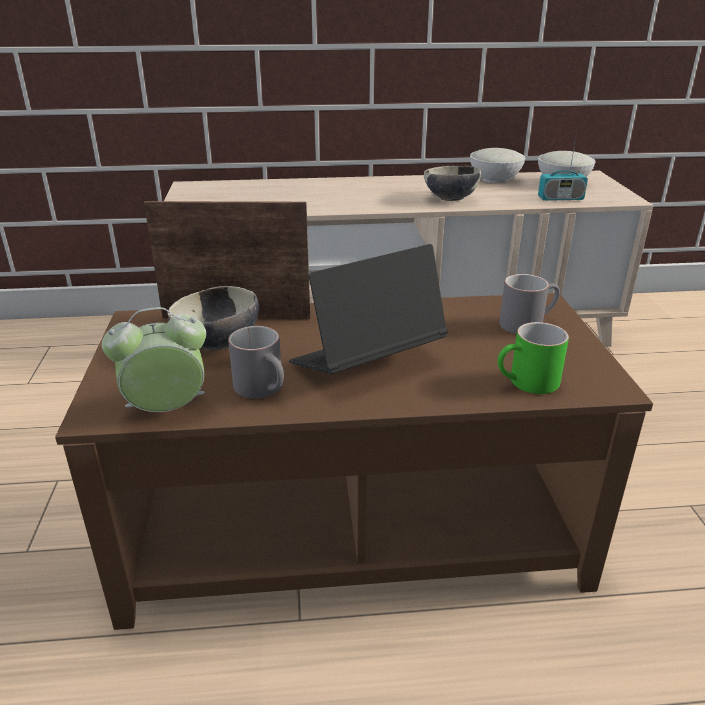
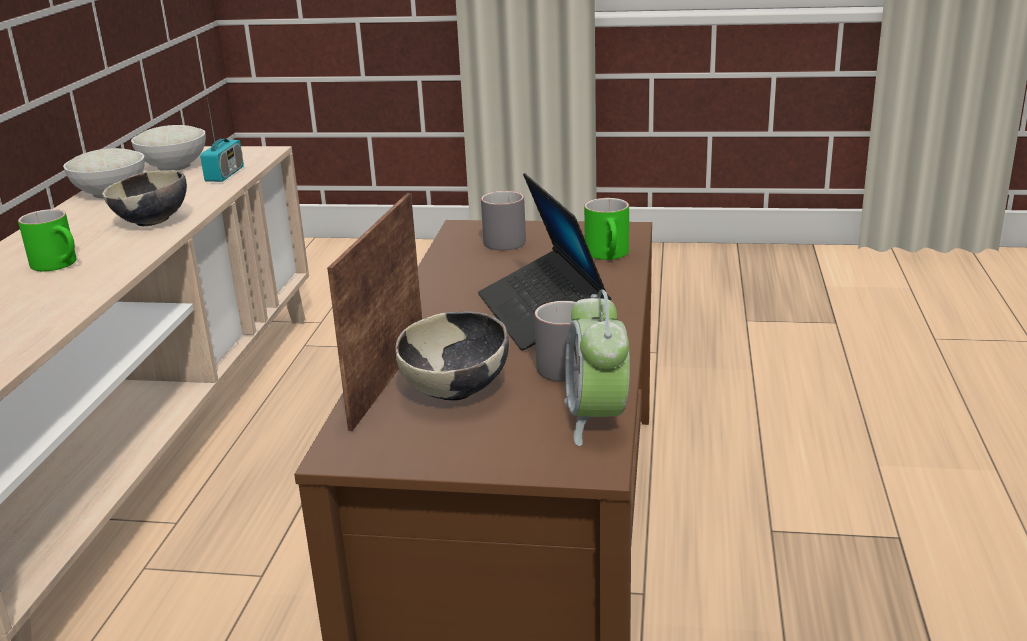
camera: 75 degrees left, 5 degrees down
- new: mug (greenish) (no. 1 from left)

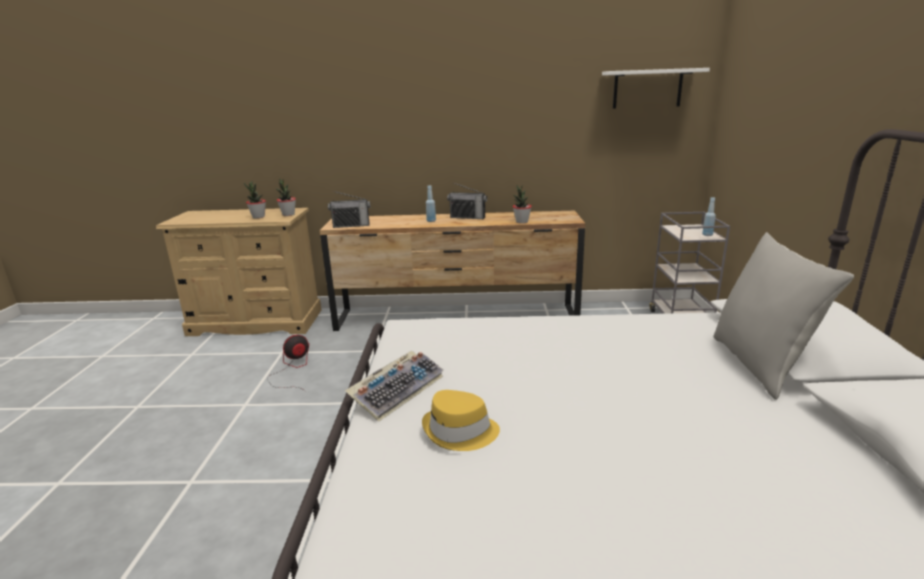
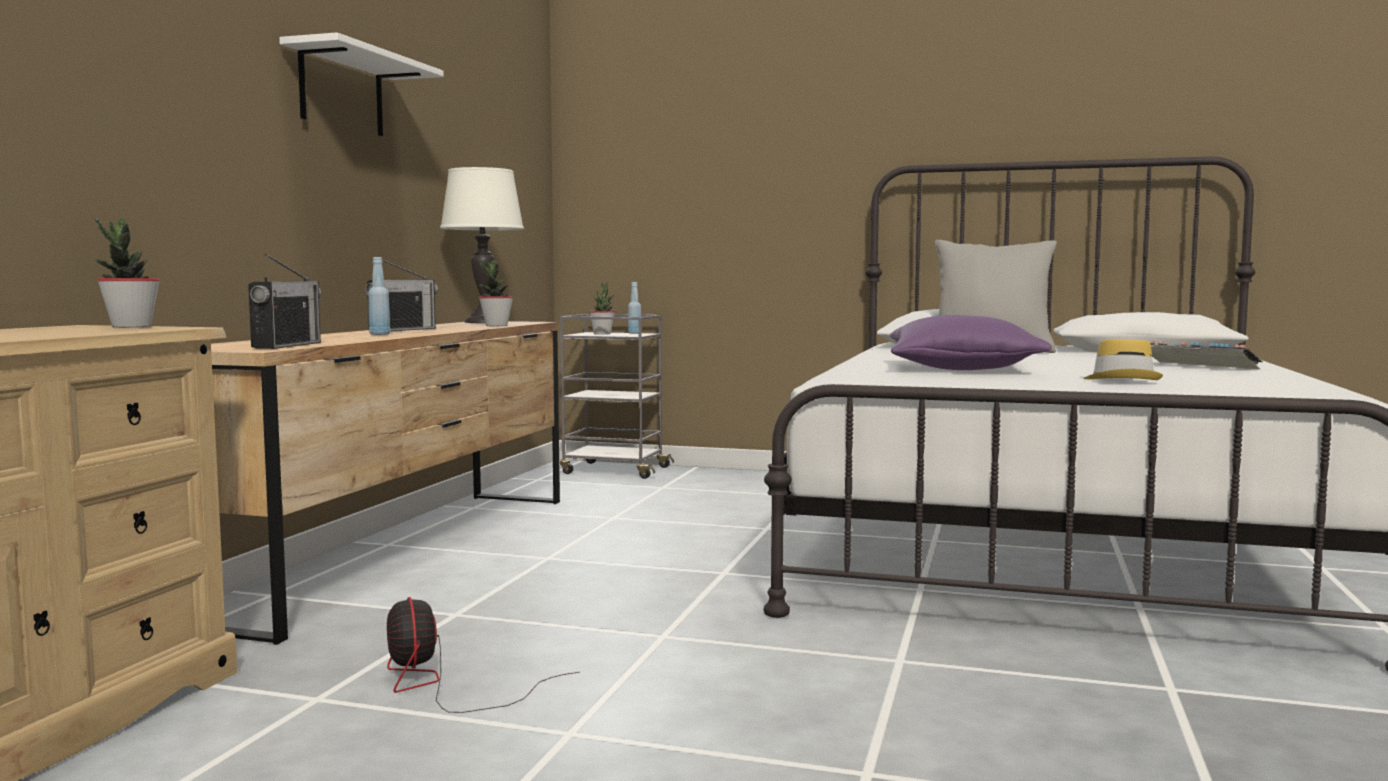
camera: 75 degrees left, 15 degrees down
- shifted: bracket shelf (white-coloured)
- new: tabletop lamp (white-coloured)
- shifted: potted plant (no. 1 from left in the first image) to potted plant (no. 3 from left)
- new: throw pillow (purplish)
- shifted: PC keyboard

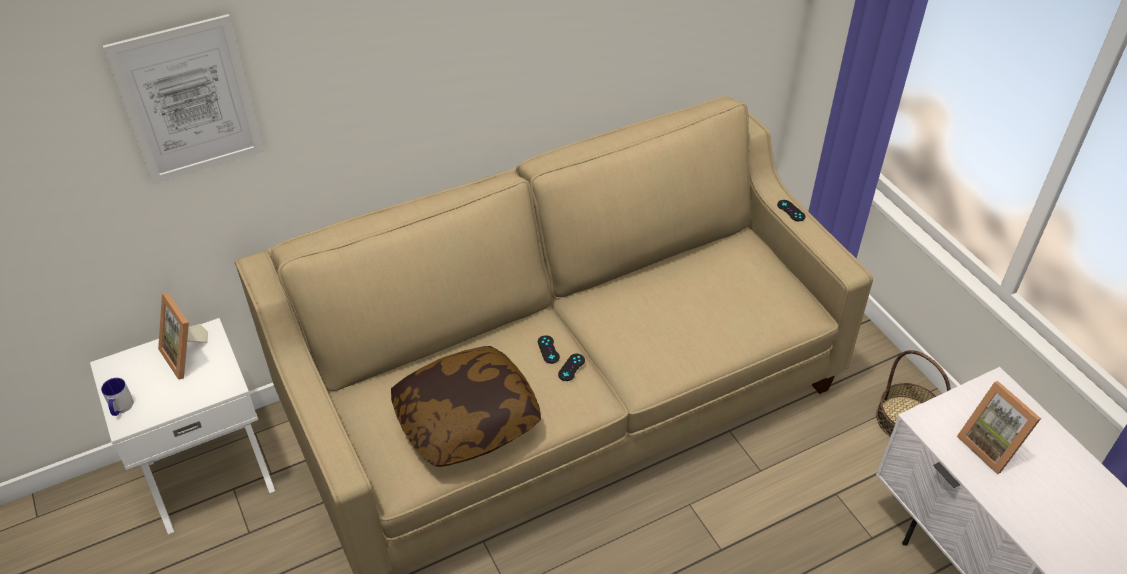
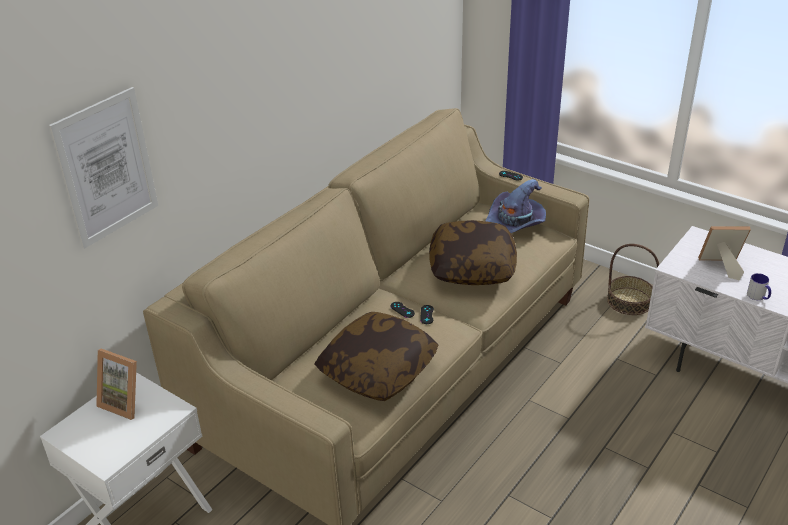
camera: 25 degrees left, 10 degrees down
- new: throw pillow (no. 2 from left)
- new: wearable hat (purplish)
- rotated: standing frame (no. 2 from left) 150 degrees clockwise
- shifted: mug

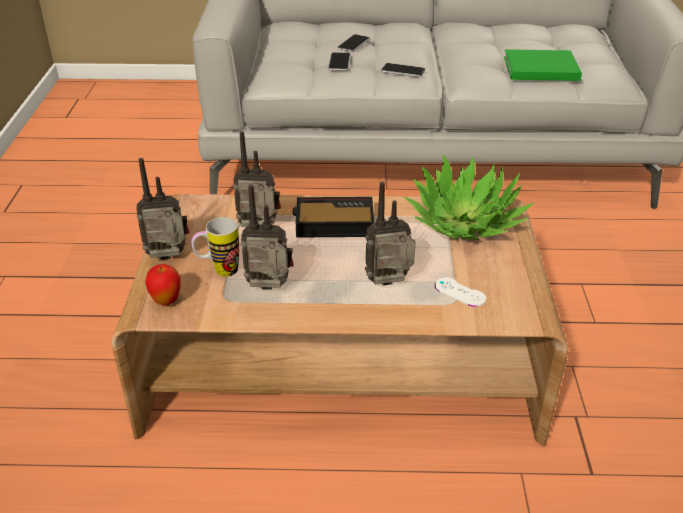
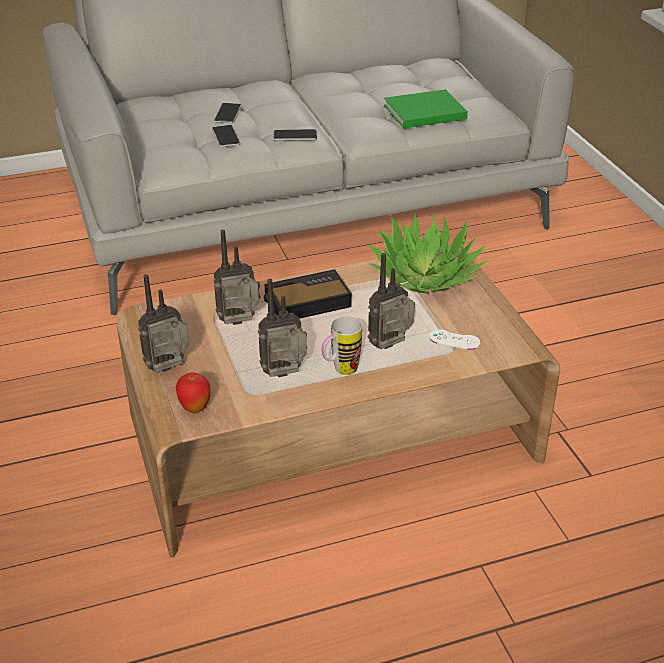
camera: 20 degrees left, 0 degrees up
- shifted: mug

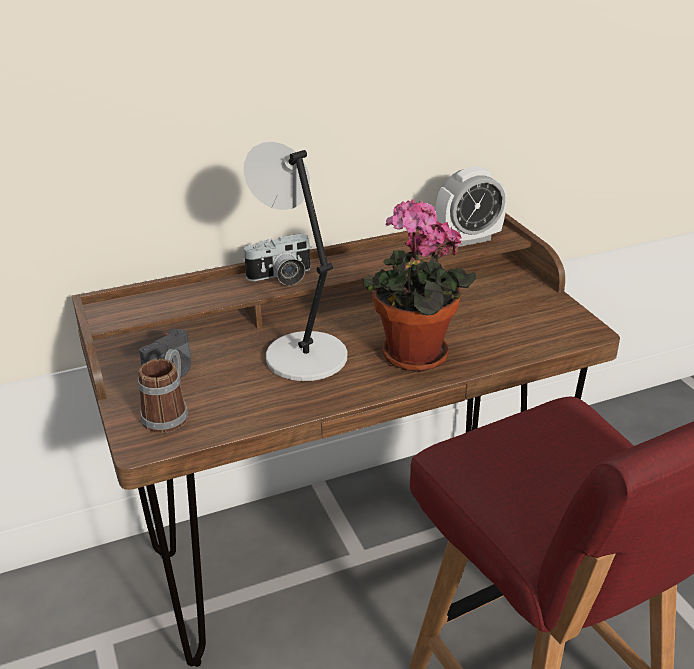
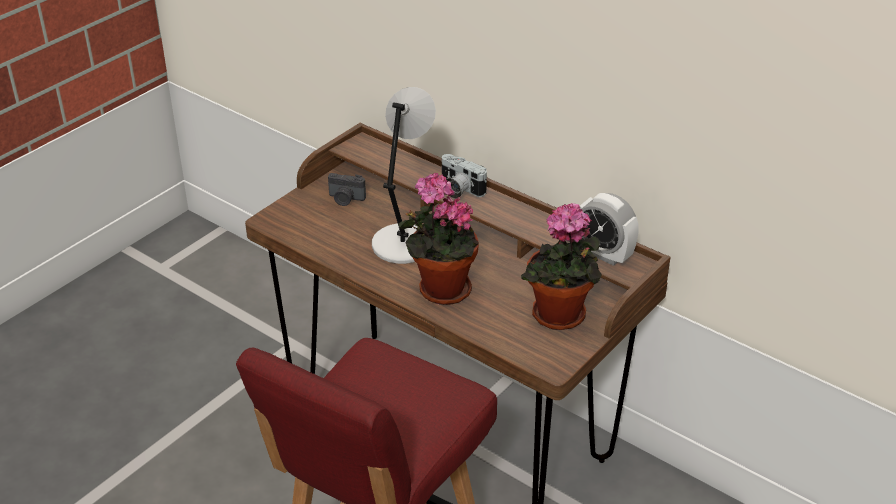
camera: 60 degrees right, 5 degrees up
- new: potted plant (no. 2 from left)
- gone: mug

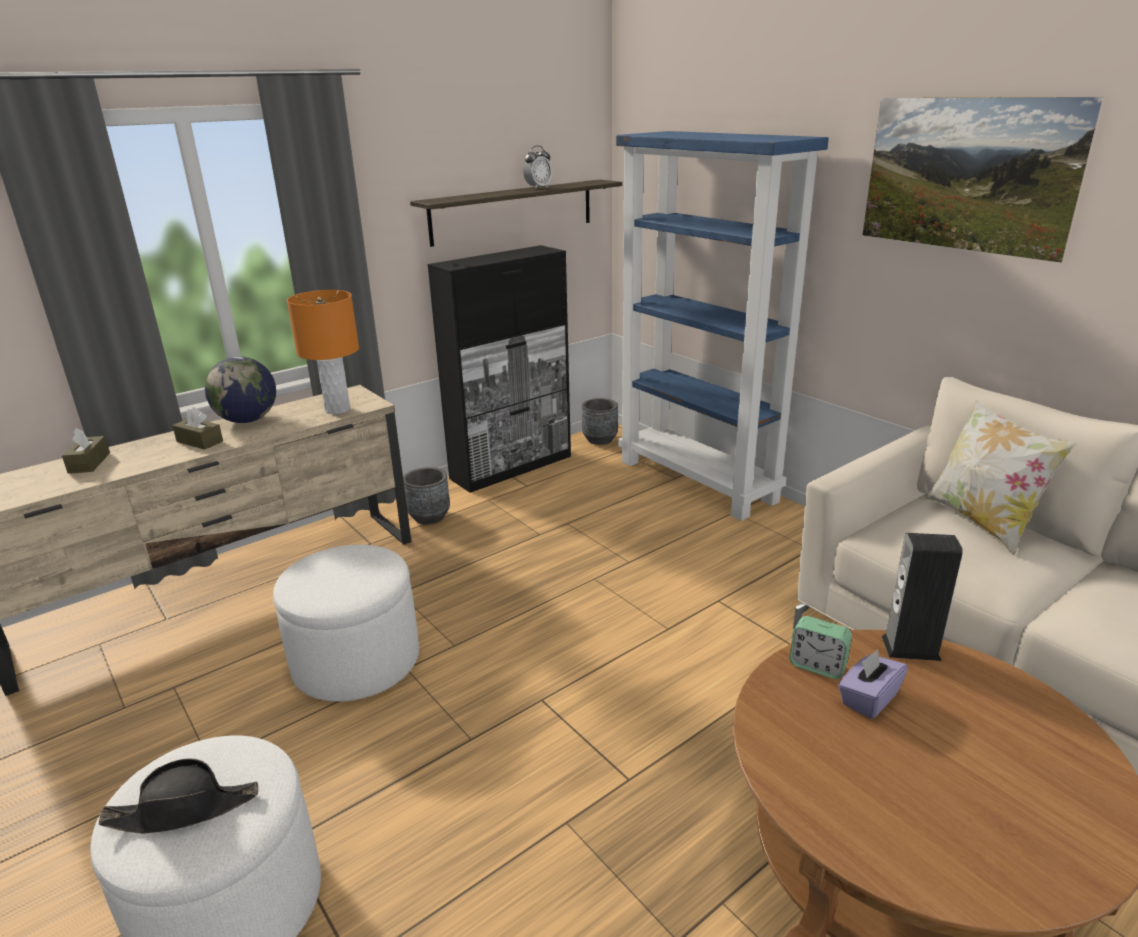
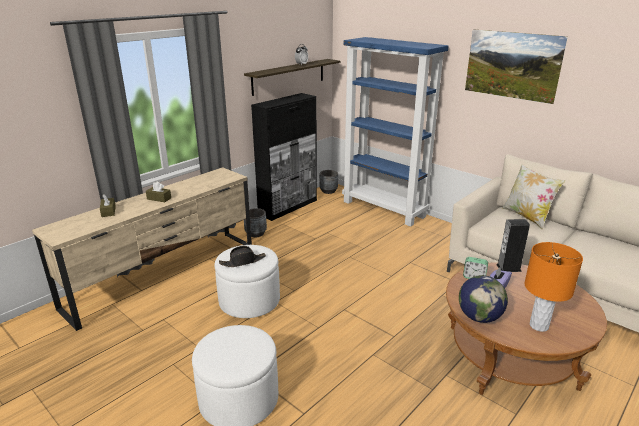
camera: 10 degrees left, 0 degrees up
- shifted: wearable hat (black-coloured)
- shifted: globe
- shifted: tabletop lamp (orange-coloured)

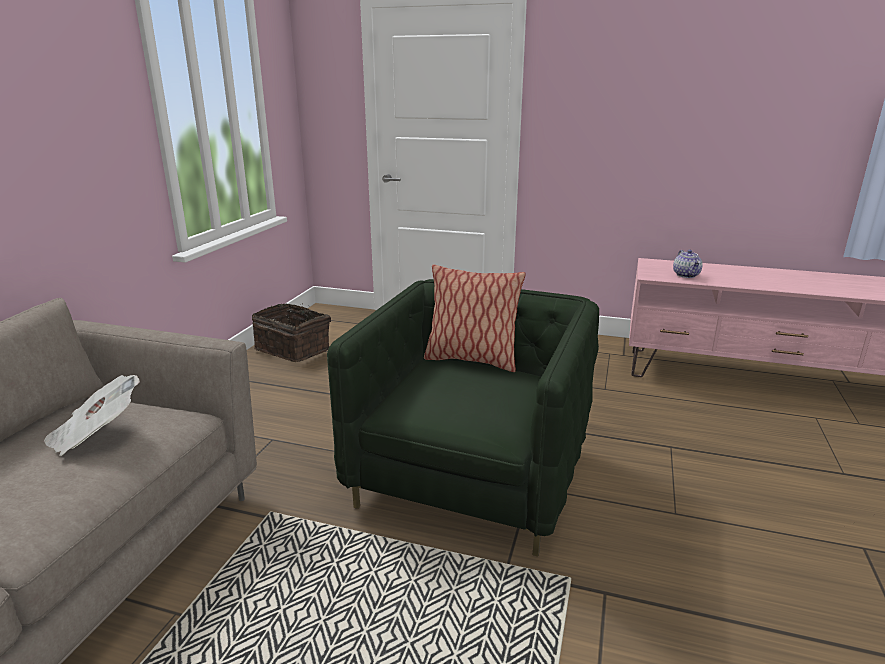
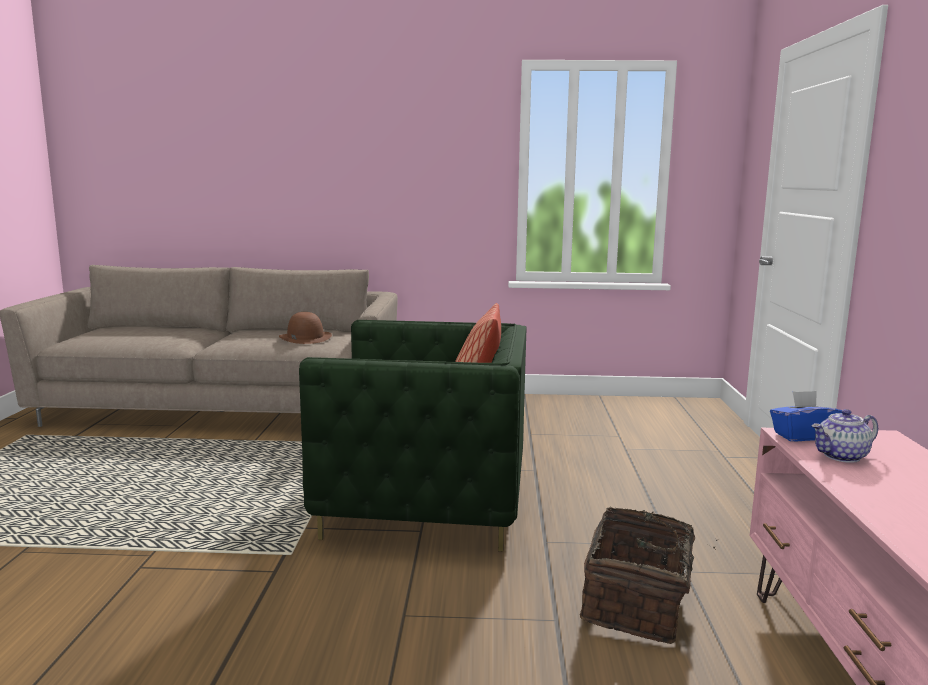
camera: 75 degrees right, 10 degrees down
- swapped: daily paper to wearable hat (brownish)
- shifted: storage basket
- new: tissue box (bluish)

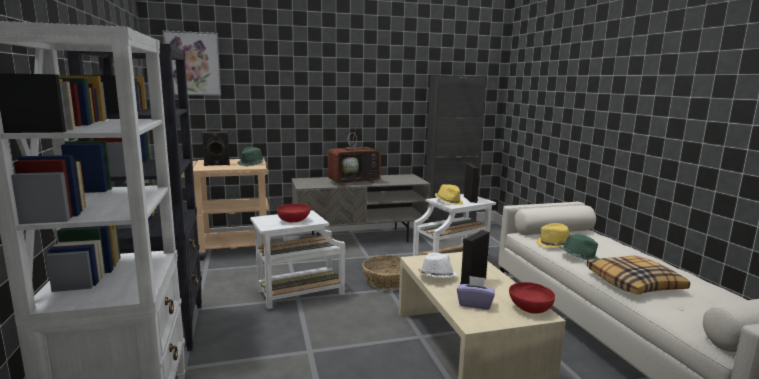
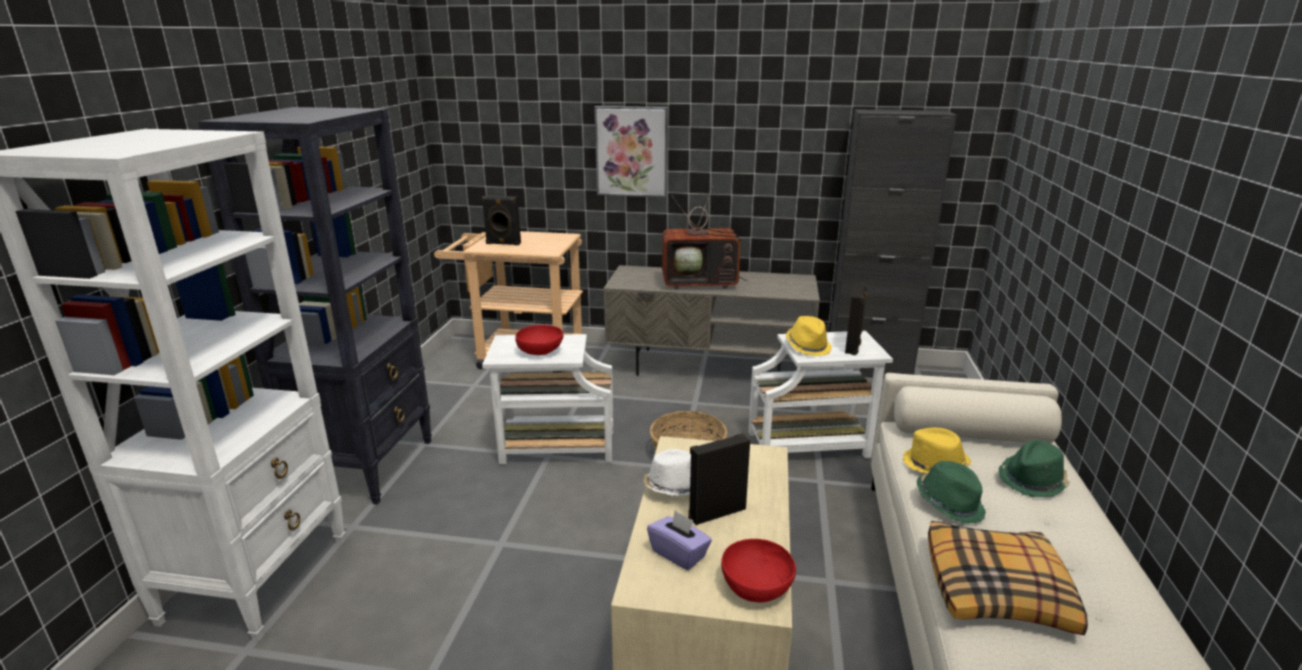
camera: 25 degrees right, 10 degrees up
- shifted: picture
- shifted: wearable hat (greenish) (no. 1 from left in the first image) to wearable hat (greenish) (no. 2 from left)

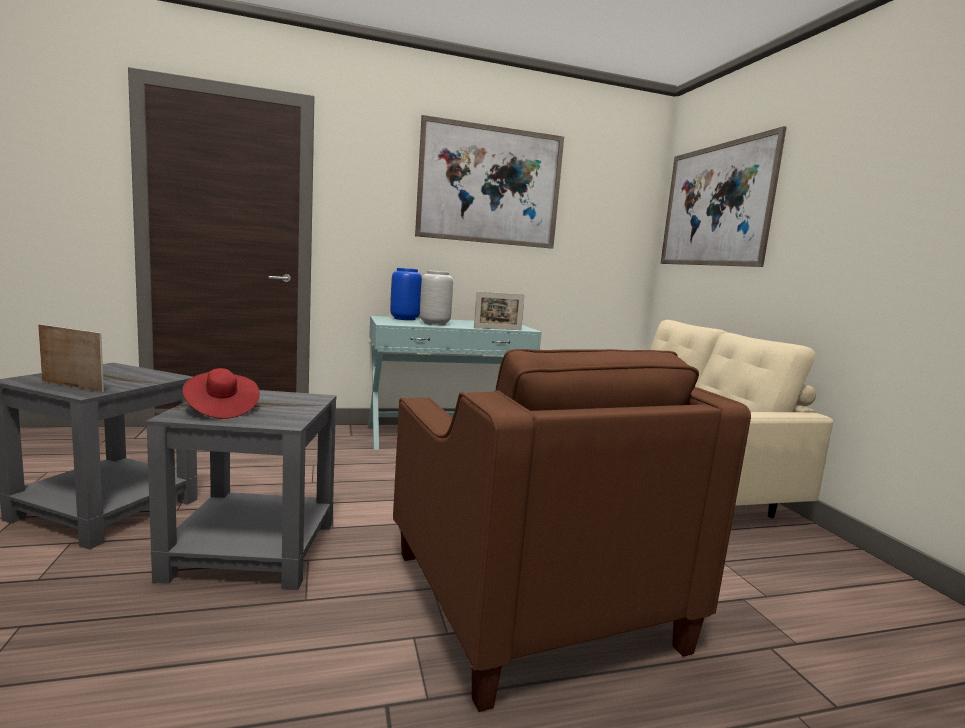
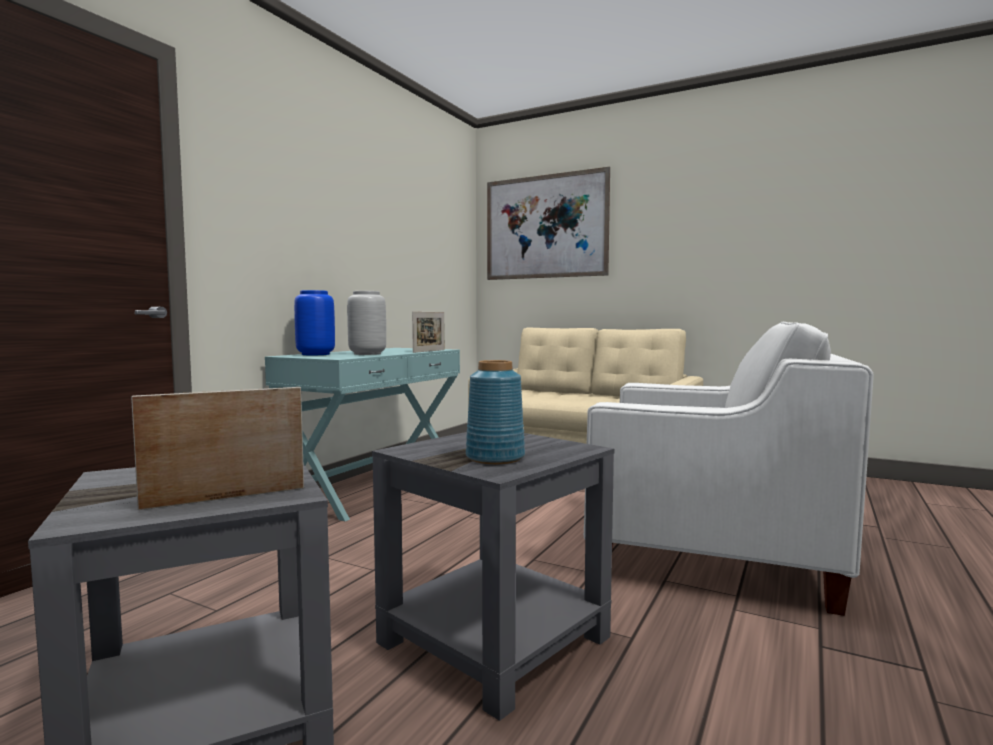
camera: 45 degrees left, 5 degrees down
- swapped: wearable hat (red) to decorative vase (bluish) (no. 2 from left)
- repainted: easy chair (brownish) to easy chair (white-coloured)
- gone: picture (no. 1 from left)

